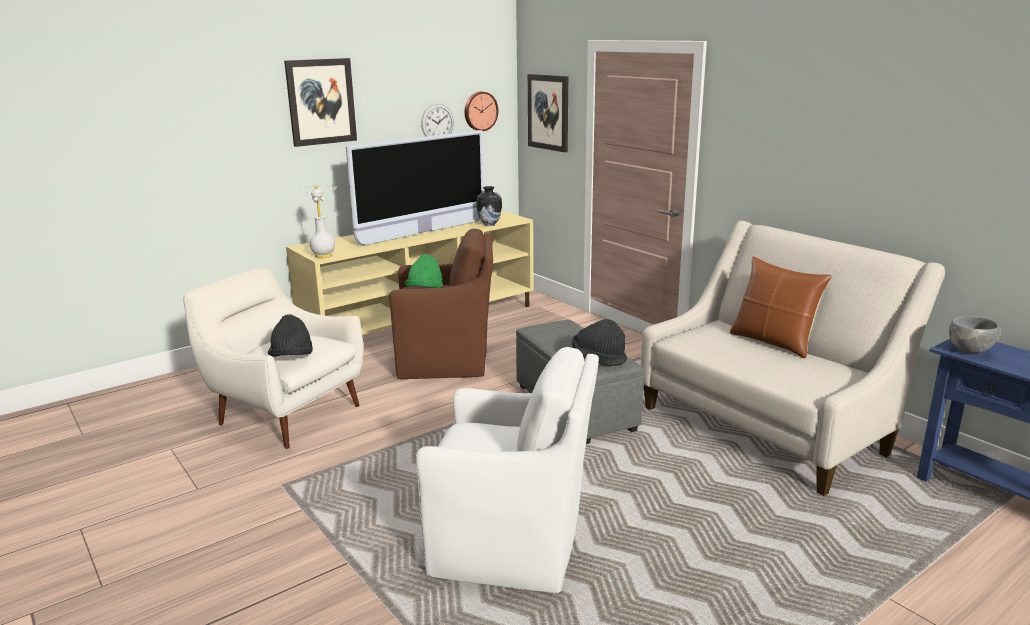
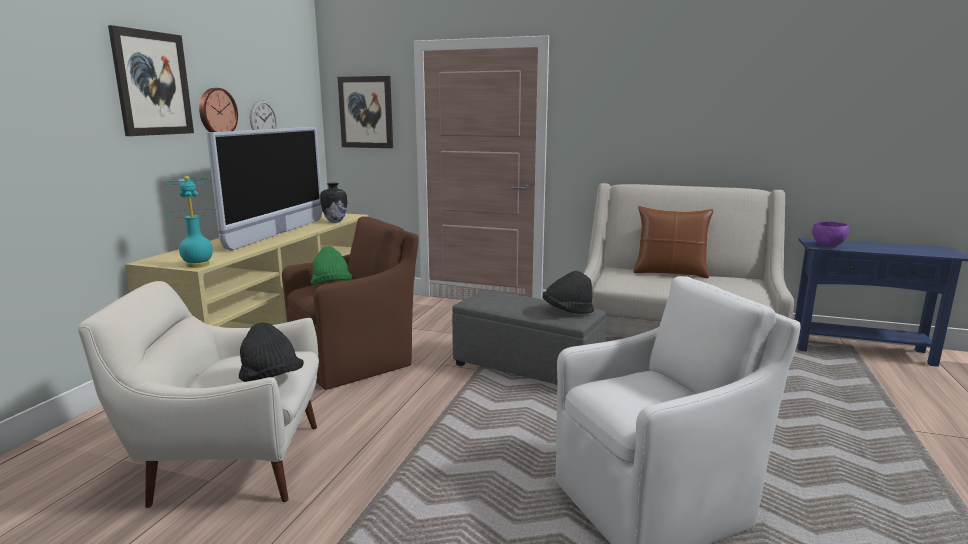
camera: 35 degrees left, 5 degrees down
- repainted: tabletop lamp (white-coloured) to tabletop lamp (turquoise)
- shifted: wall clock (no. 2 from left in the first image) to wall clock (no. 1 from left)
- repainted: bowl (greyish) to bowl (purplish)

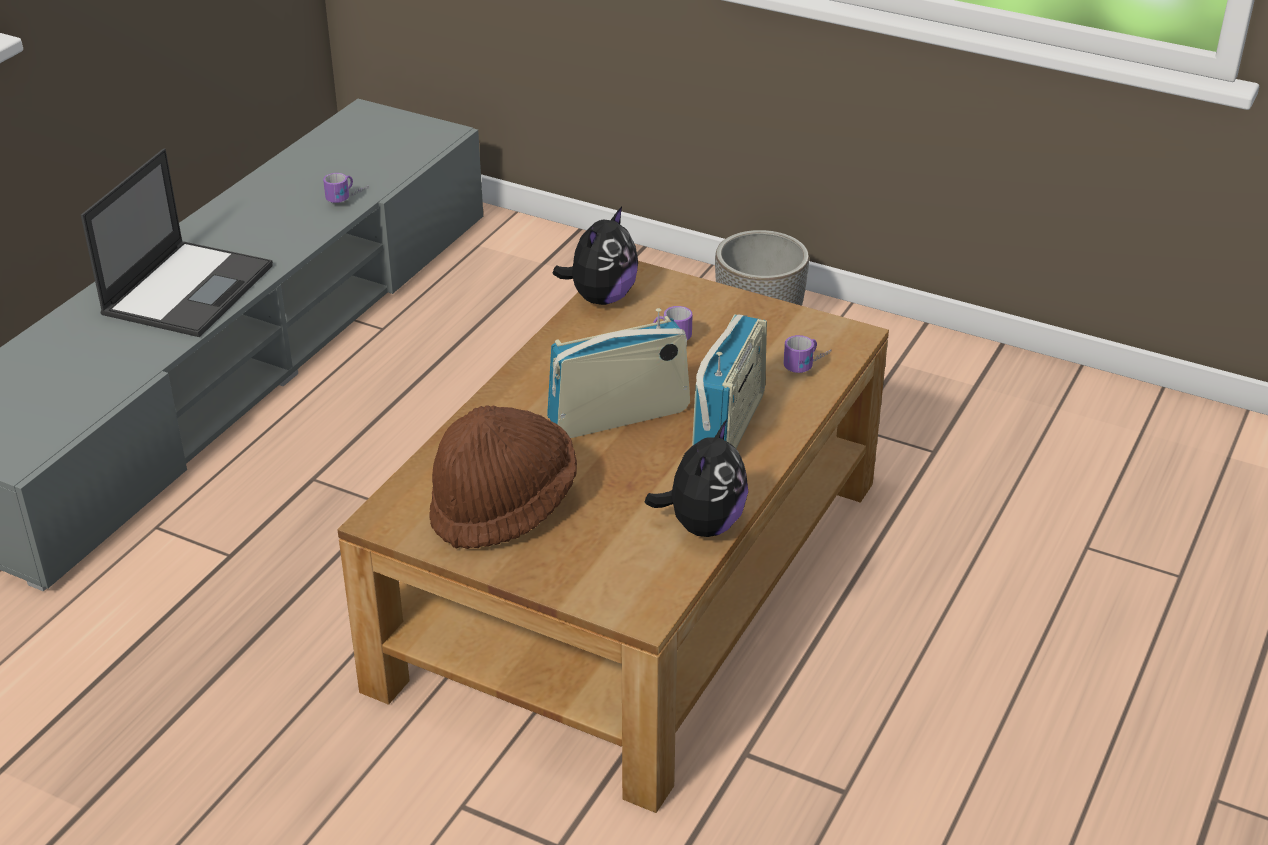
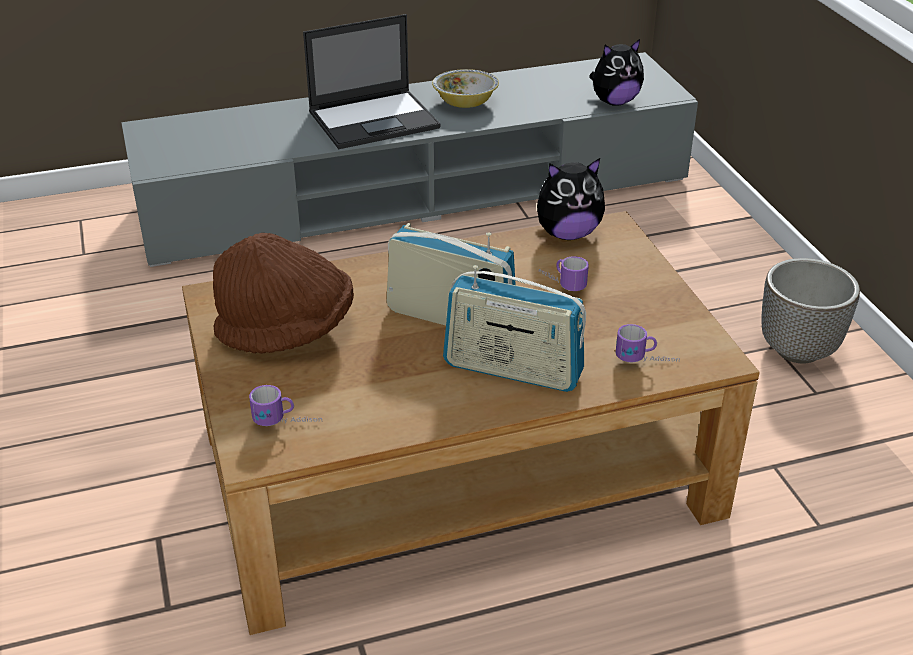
camera: 45 degrees right, 0 degrees up
- shifted: mug (no. 1 from left)
- new: bowl
- rotated: radio set (no. 2 from left) 45 degrees clockwise
- shifted: plush toy (no. 2 from left)

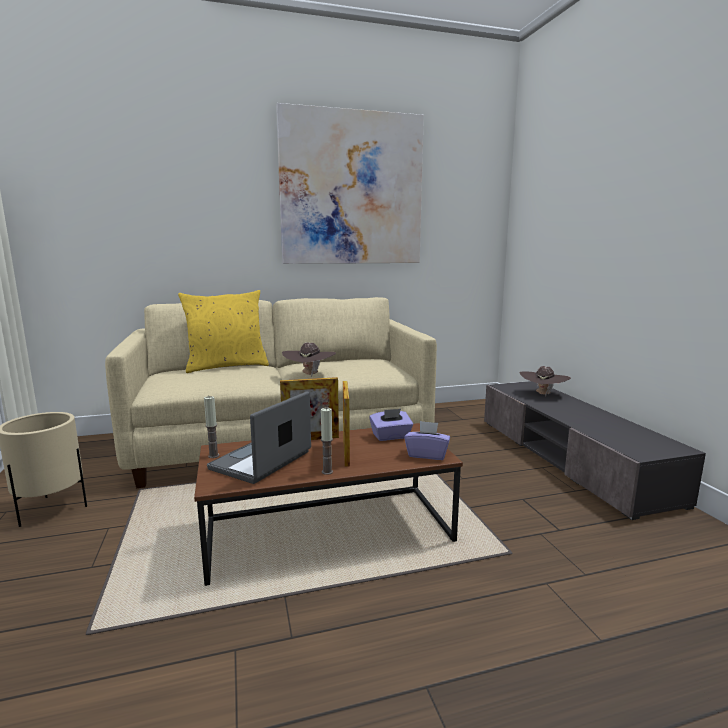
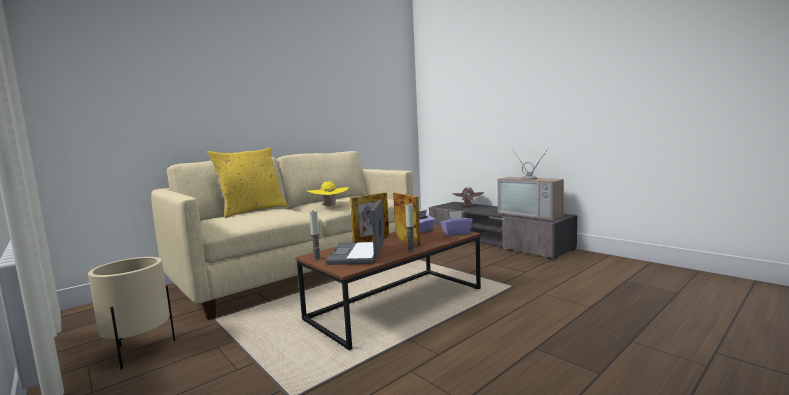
camera: 25 degrees left, 5 degrees down
- repainted: wearable hat (brownish) (no. 1 from left) to wearable hat (yellowish)
- new: TV set
- gone: picture

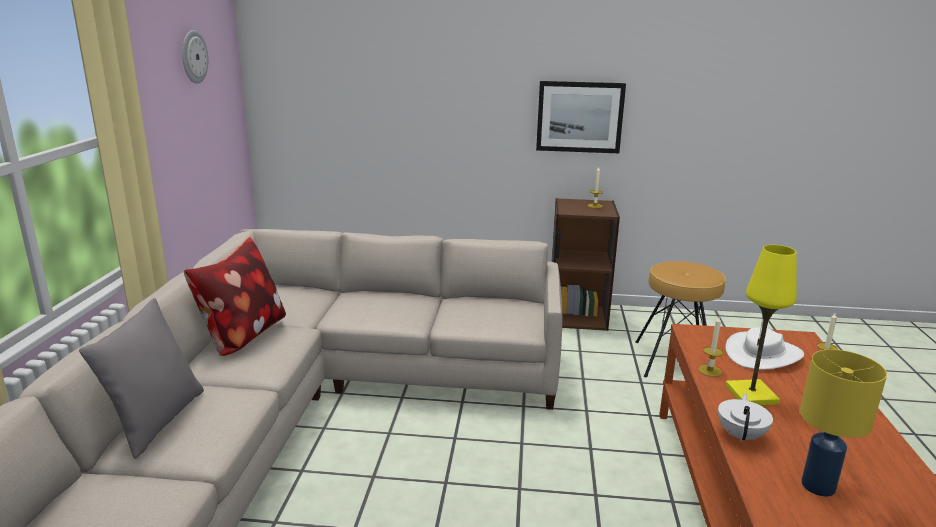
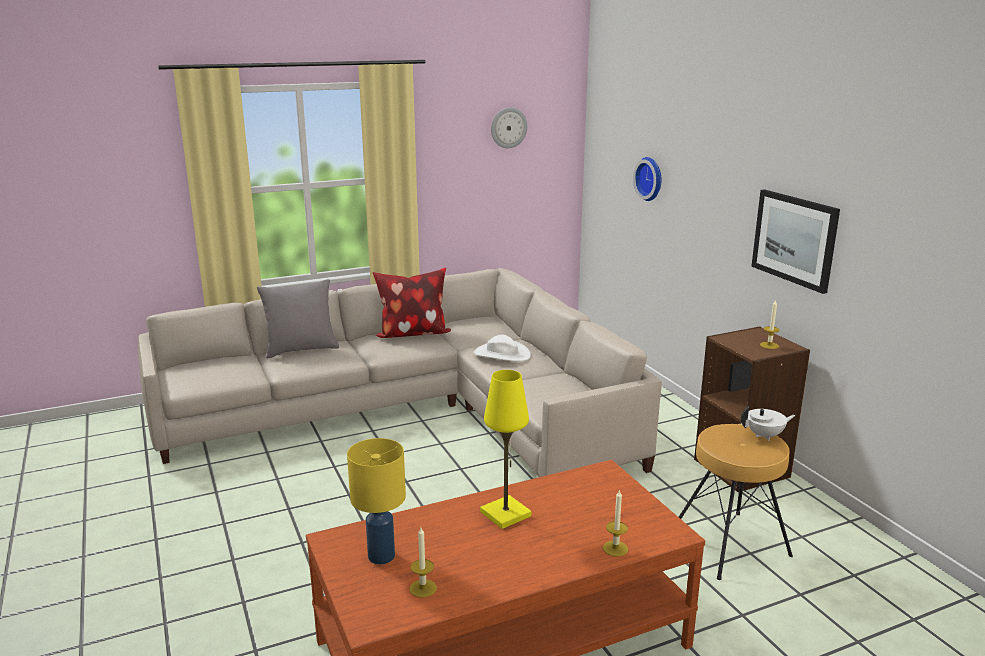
camera: 60 degrees right, 0 degrees up
- shifted: wax candle (no. 2 from left in the first image) to wax candle (no. 1 from left)
- shifted: wearable hat (white-coloured)
- new: wall clock (no. 2 from left)
- shifted: teapot (white-coloured)

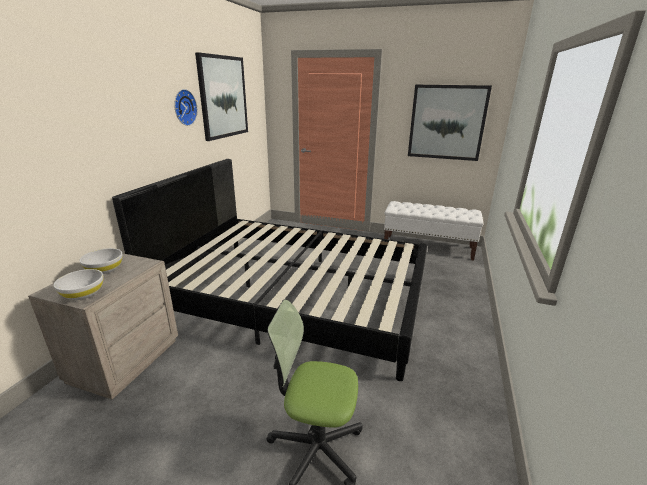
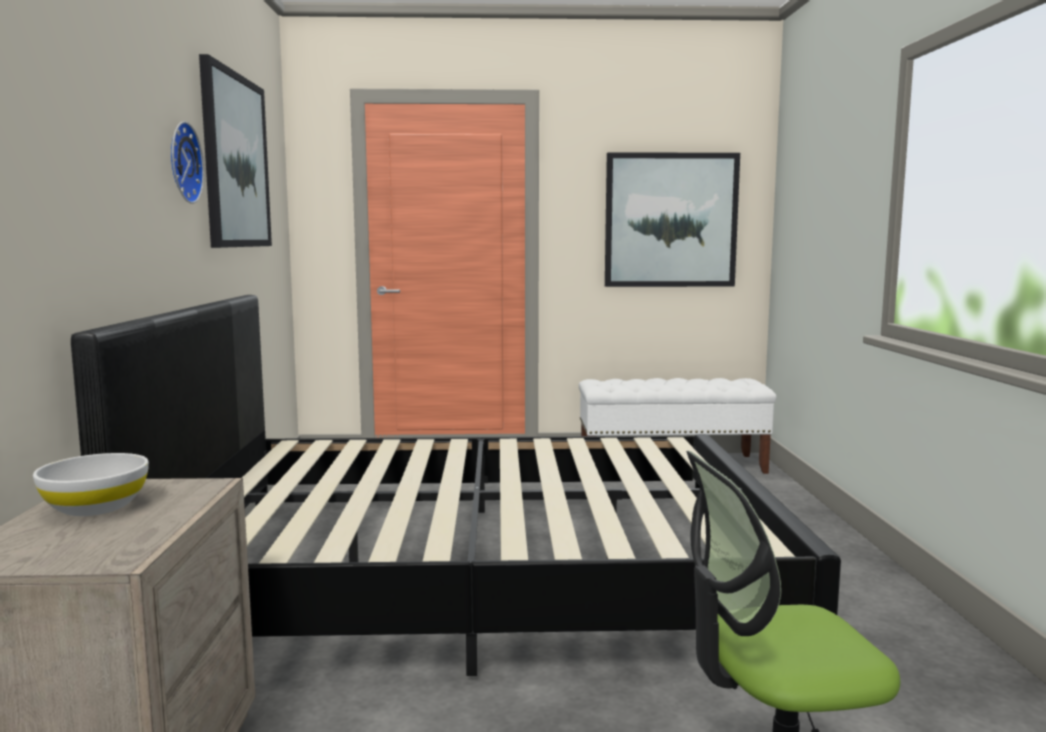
camera: 20 degrees left, 15 degrees down
- gone: bowl (white-coloured) (no. 1 from left)

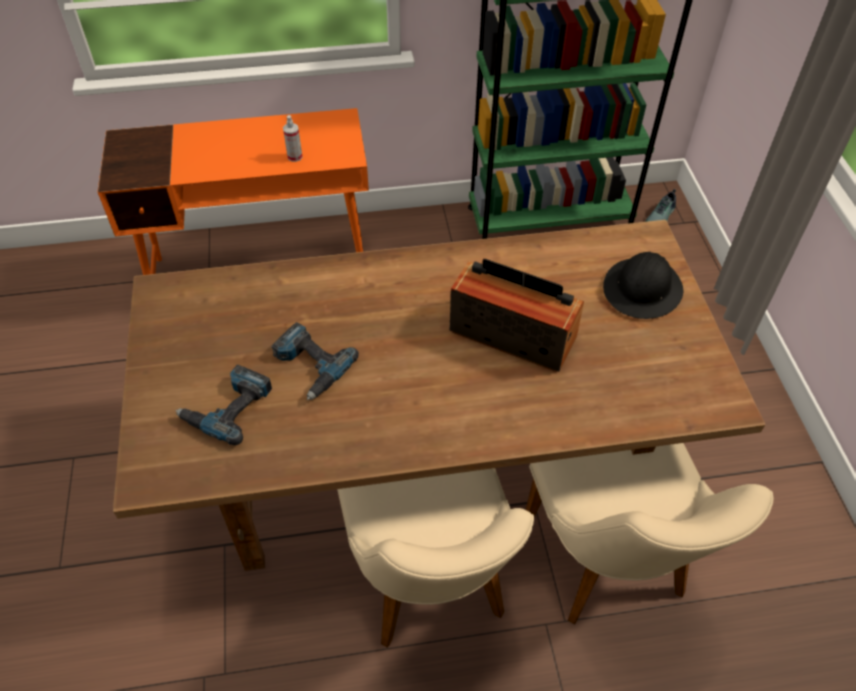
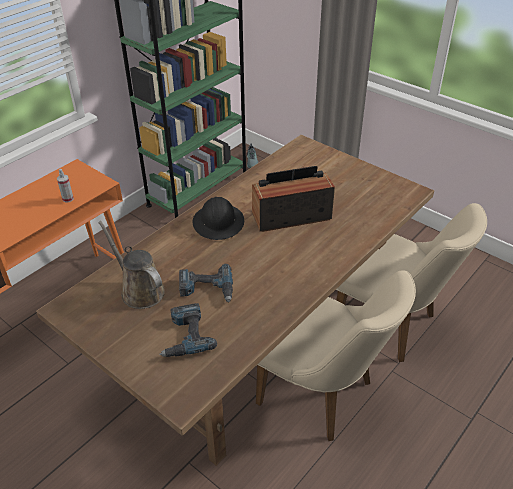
camera: 40 degrees left, 10 degrees down
- new: watering can (brownish)
- shifted: hard hat (black-coloured)

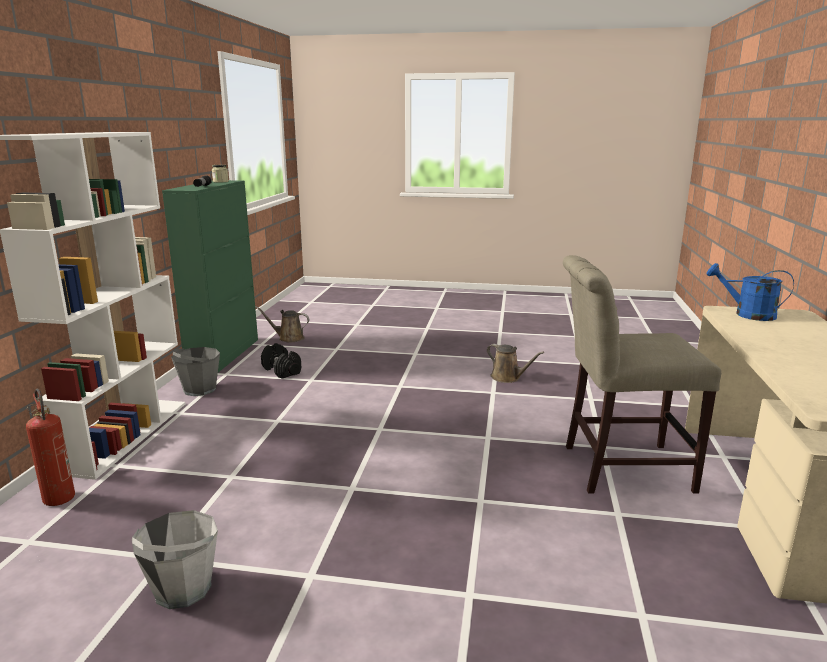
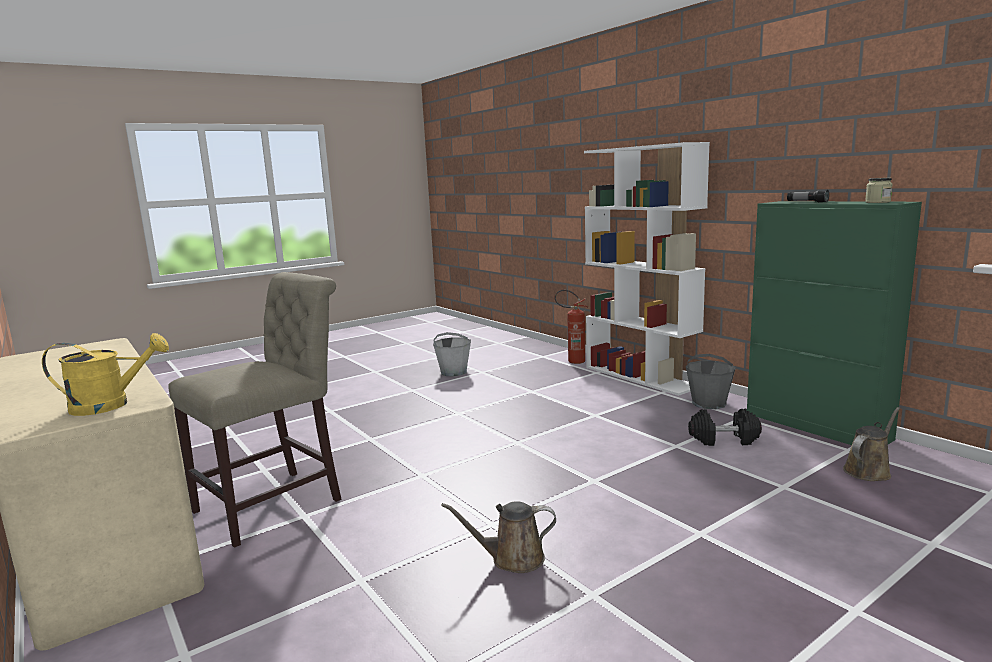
camera: 135 degrees right, 5 degrees down
- repainted: watering can (bluish) to watering can (yellowish)

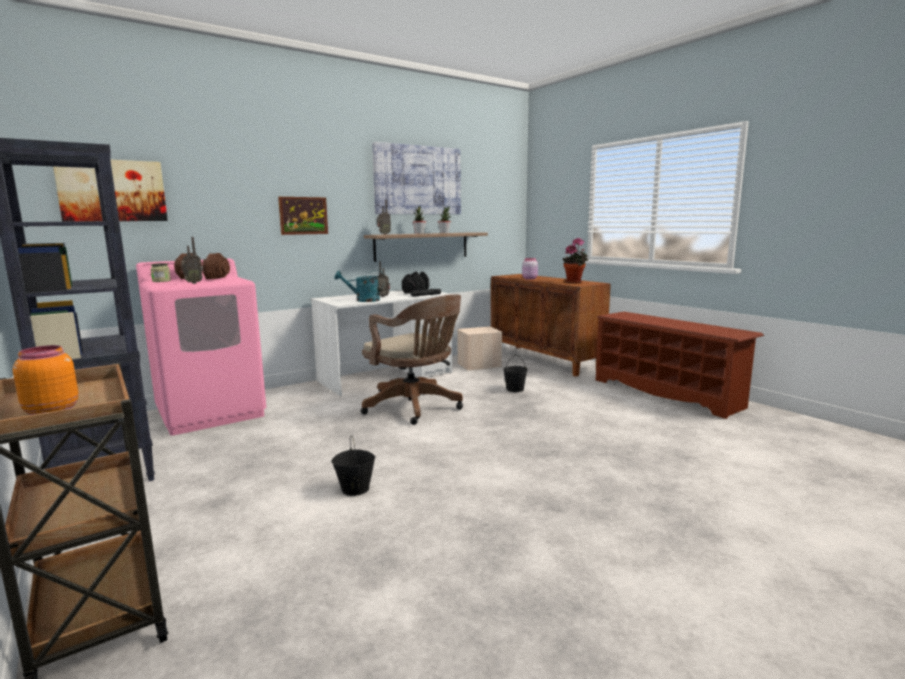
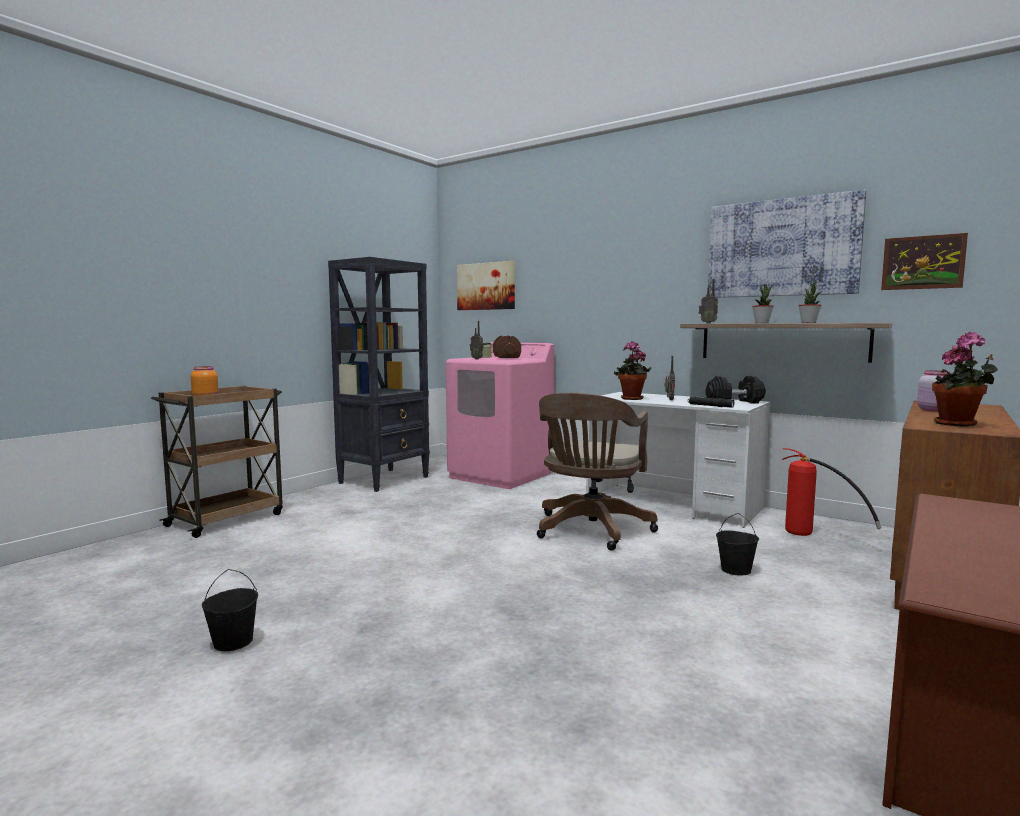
camera: 70 degrees right, 5 degrees down
- shifted: water bucket (black-coloured) (no. 1 from left)
- swapped: watering can (turquoise) to potted plant (no. 1 from left)
- swapped: storage box (sand-coloured) to fire-fighting cylinder
- shifted: picture (no. 2 from left in the first image) to picture (no. 3 from left)

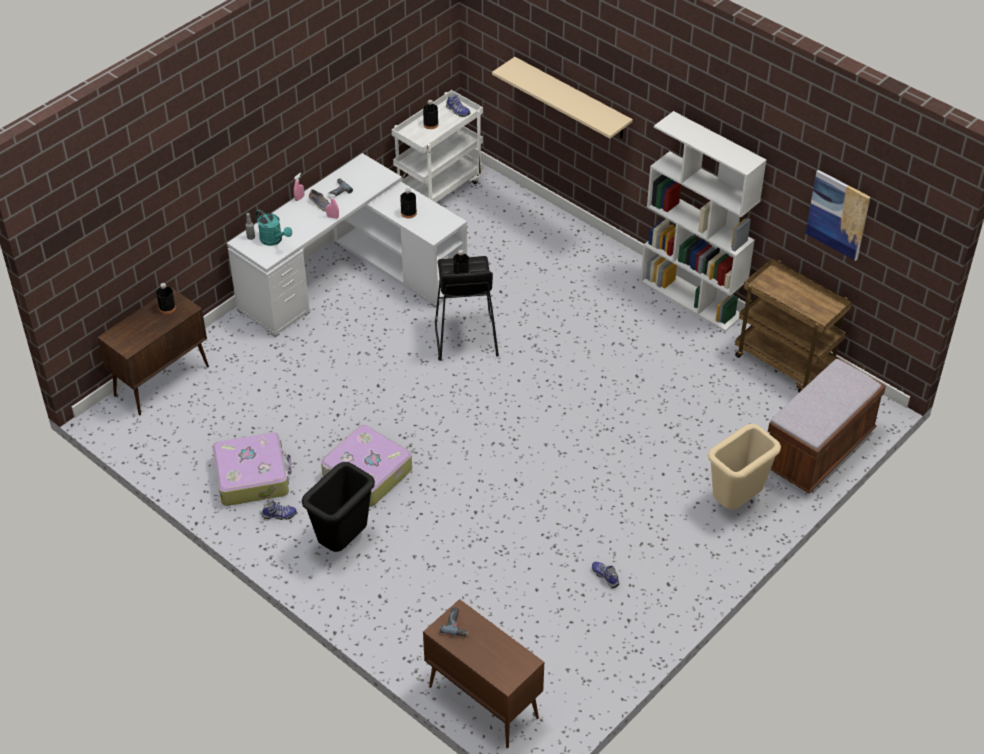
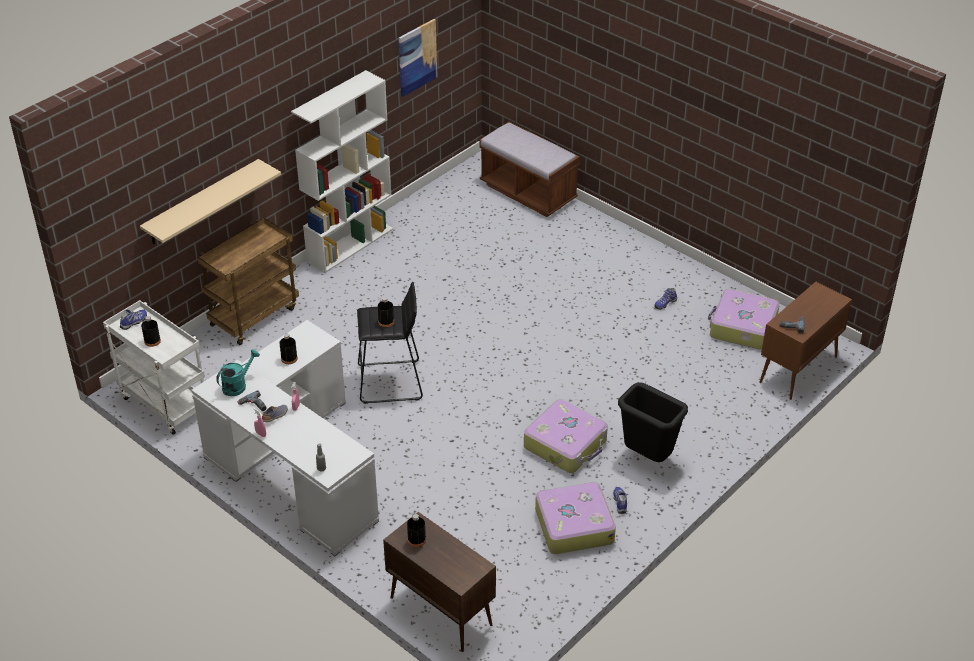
camera: 90 degrees left, 5 degrees down
- shifted: wheeled cart (brownish)
- shifted: watering can (turquoise)
- new: travel case (no. 3 from left)
- gone: waste bin (sand-coloured)

